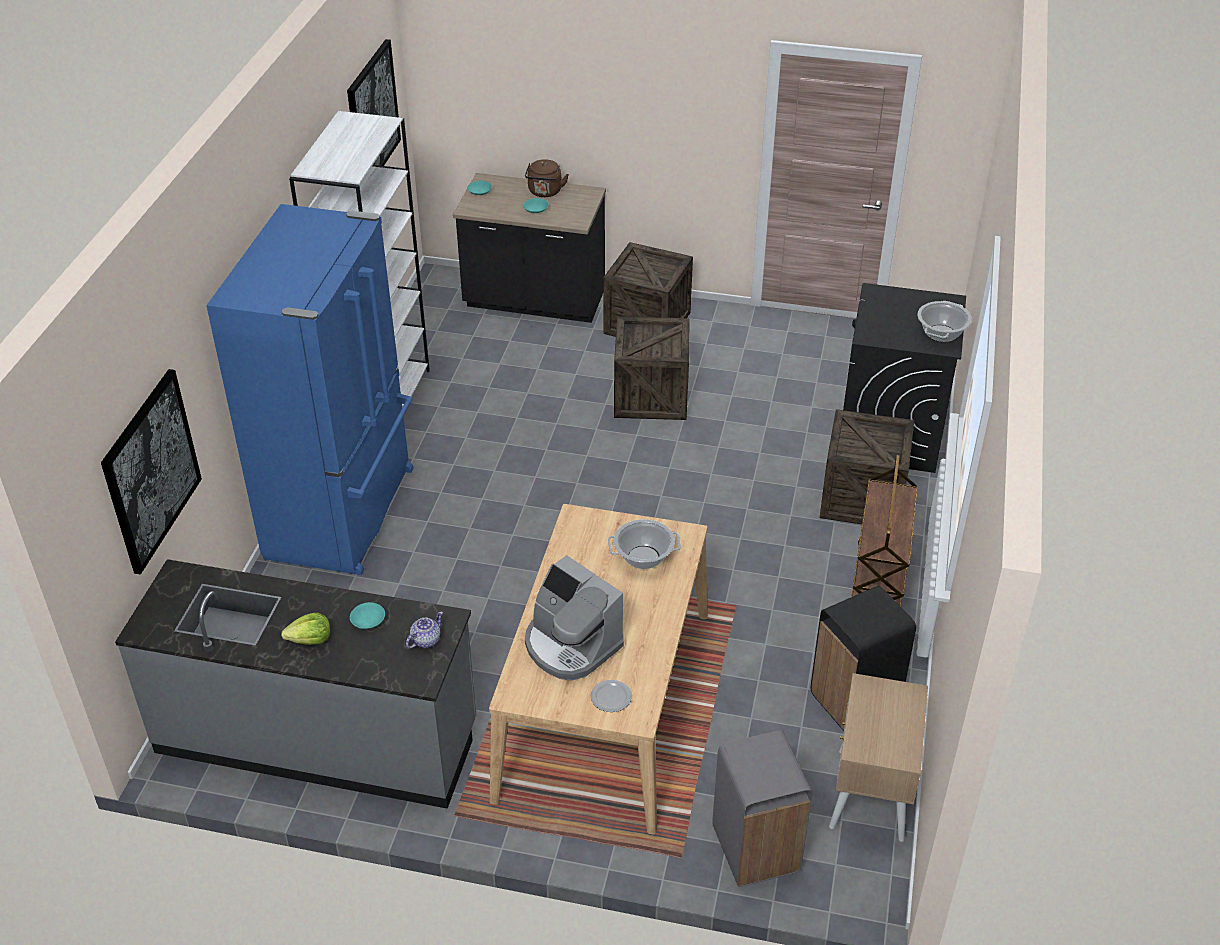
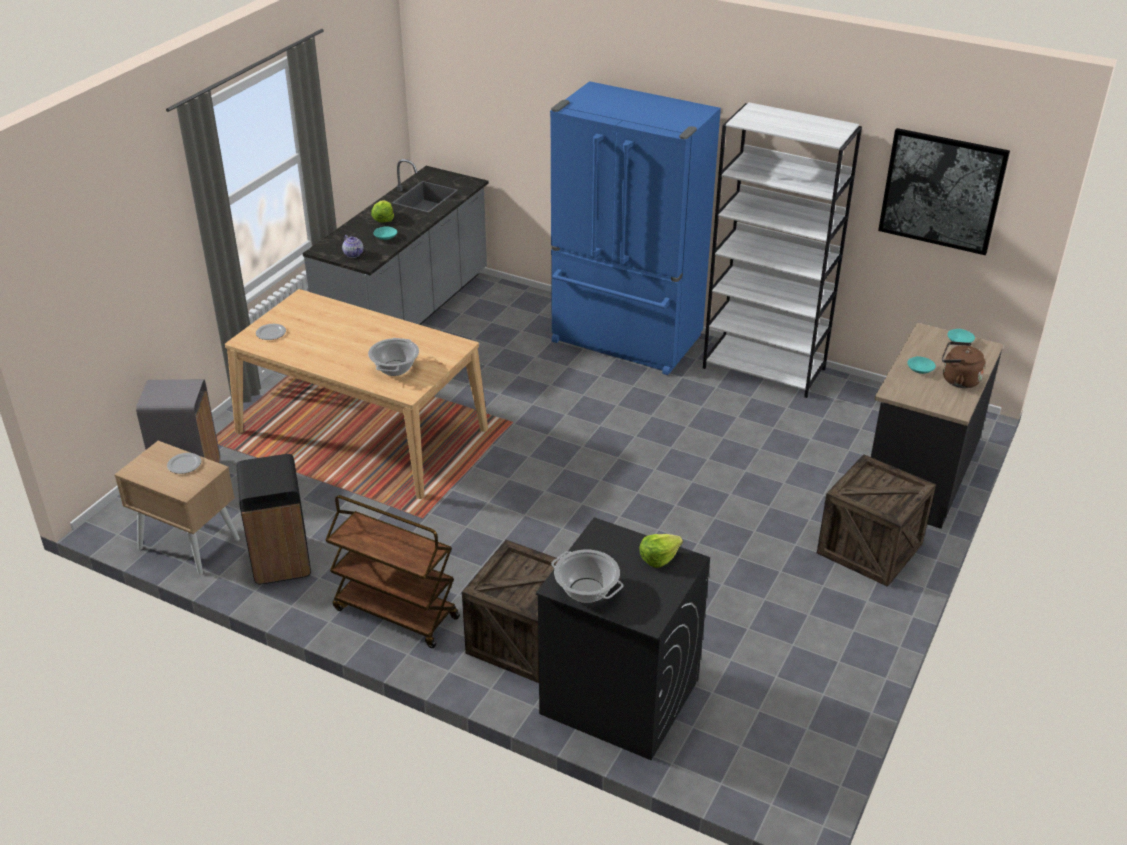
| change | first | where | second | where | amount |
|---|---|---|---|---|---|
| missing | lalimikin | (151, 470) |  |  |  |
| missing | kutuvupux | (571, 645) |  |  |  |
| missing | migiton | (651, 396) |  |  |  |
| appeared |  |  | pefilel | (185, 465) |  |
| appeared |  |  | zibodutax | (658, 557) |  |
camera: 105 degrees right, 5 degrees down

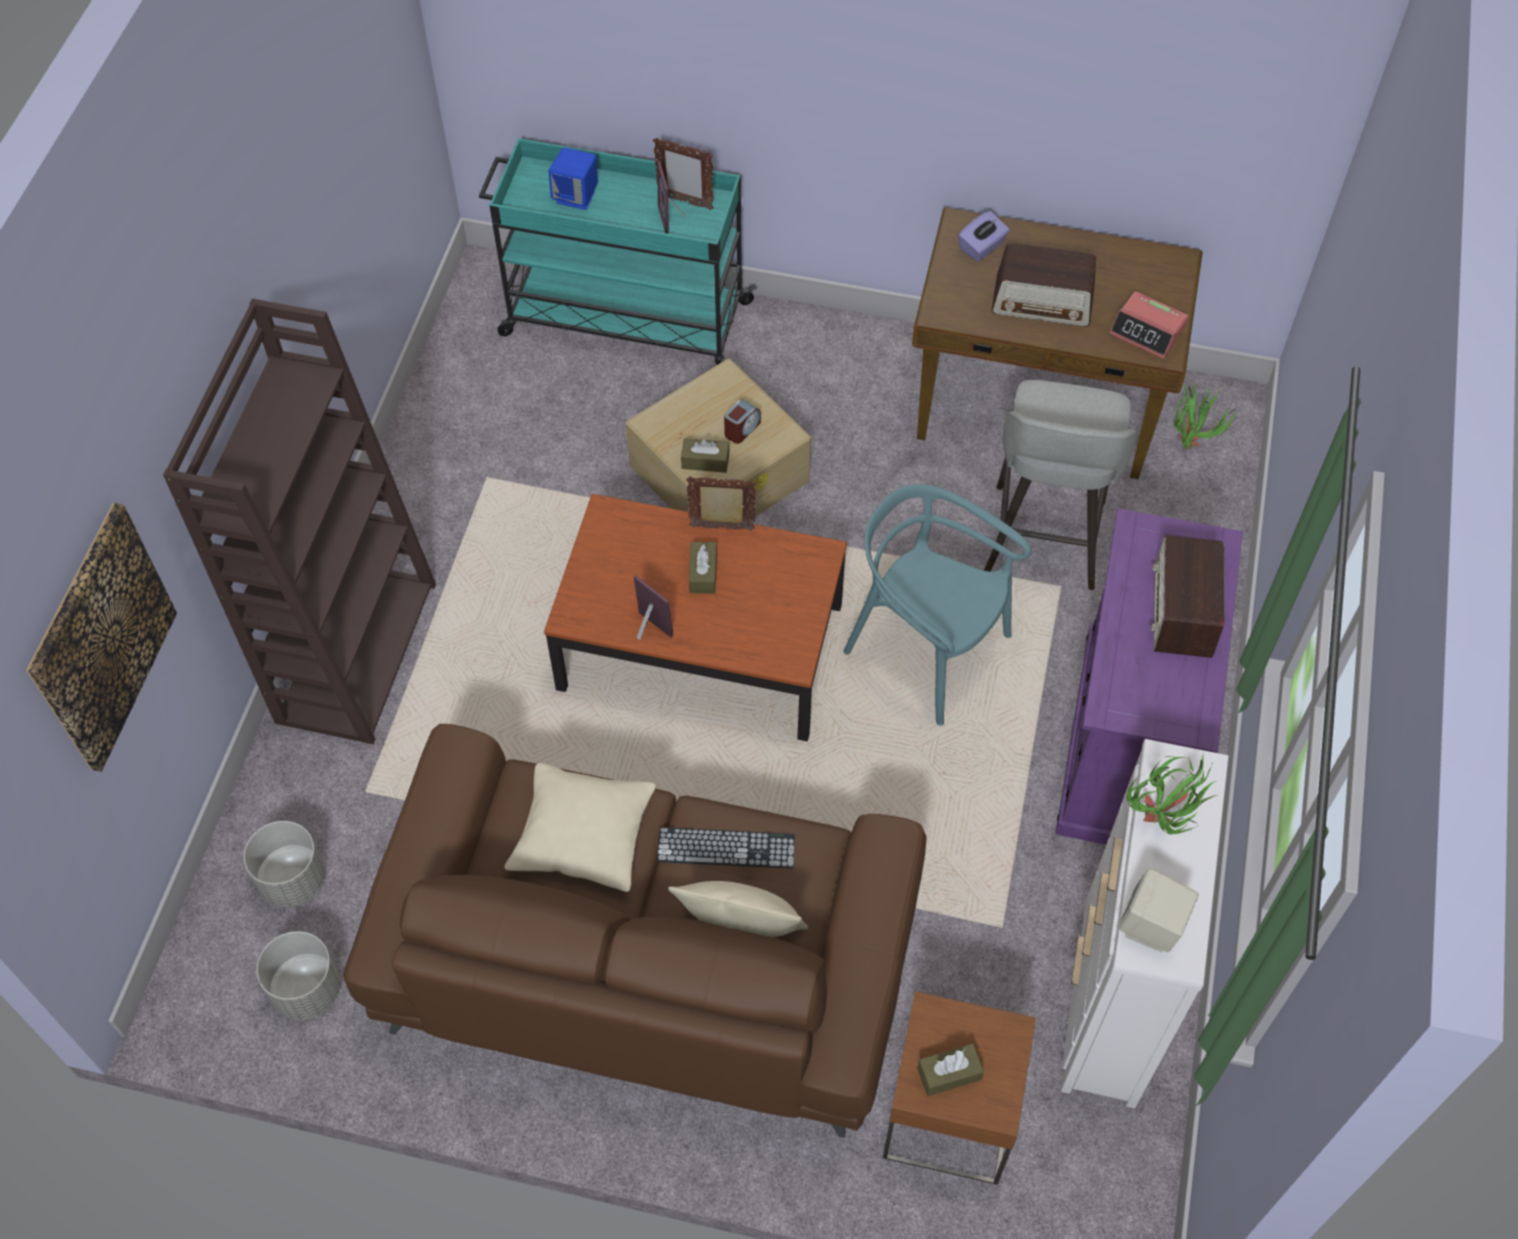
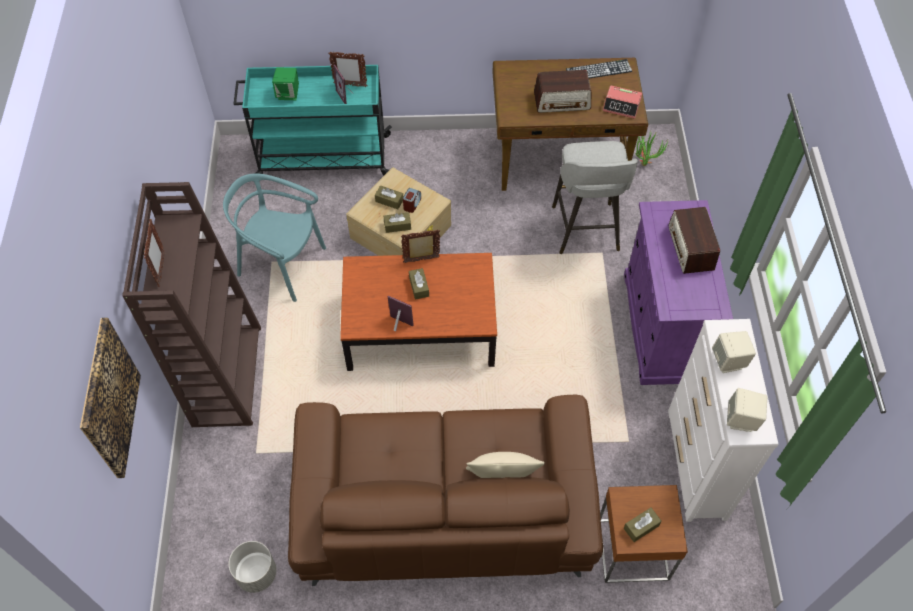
| change | first | where | second | where | amount |
|---|---|---|---|---|---|
| missing | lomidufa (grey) | (292, 879) |  |  |  |
| missing | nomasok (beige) | (583, 836) |  |  |  |
| colour | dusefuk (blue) | (576, 196) | dusefuk (green) | (288, 94) |  |
| relocated | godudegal | (726, 848) |  | (598, 70) |  |
| relocated | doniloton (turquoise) | (926, 650) |  | (282, 264) |  |
| missing | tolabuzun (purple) | (982, 247) |  |  |  |
| exchanged | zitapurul | (1164, 820) | dusefuk (beige) | (729, 361) |  |
| appeared |  |  | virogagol | (161, 270) |  |
| appeared |  |  | tolabuzun (brown) | (389, 200) |  |
camera: 15 degrees left, 0 degrees up

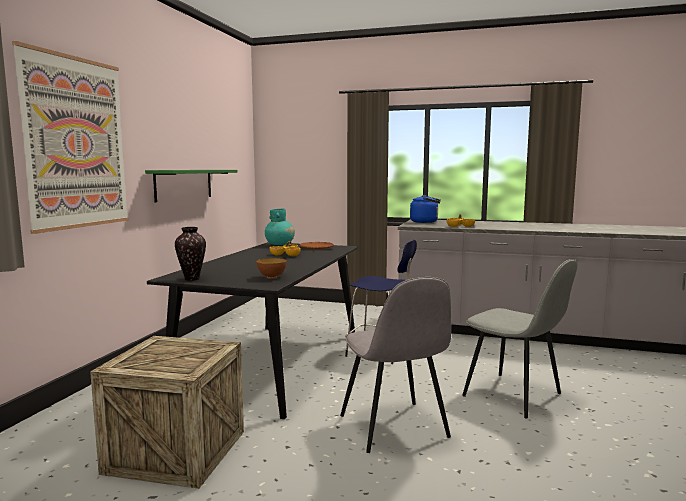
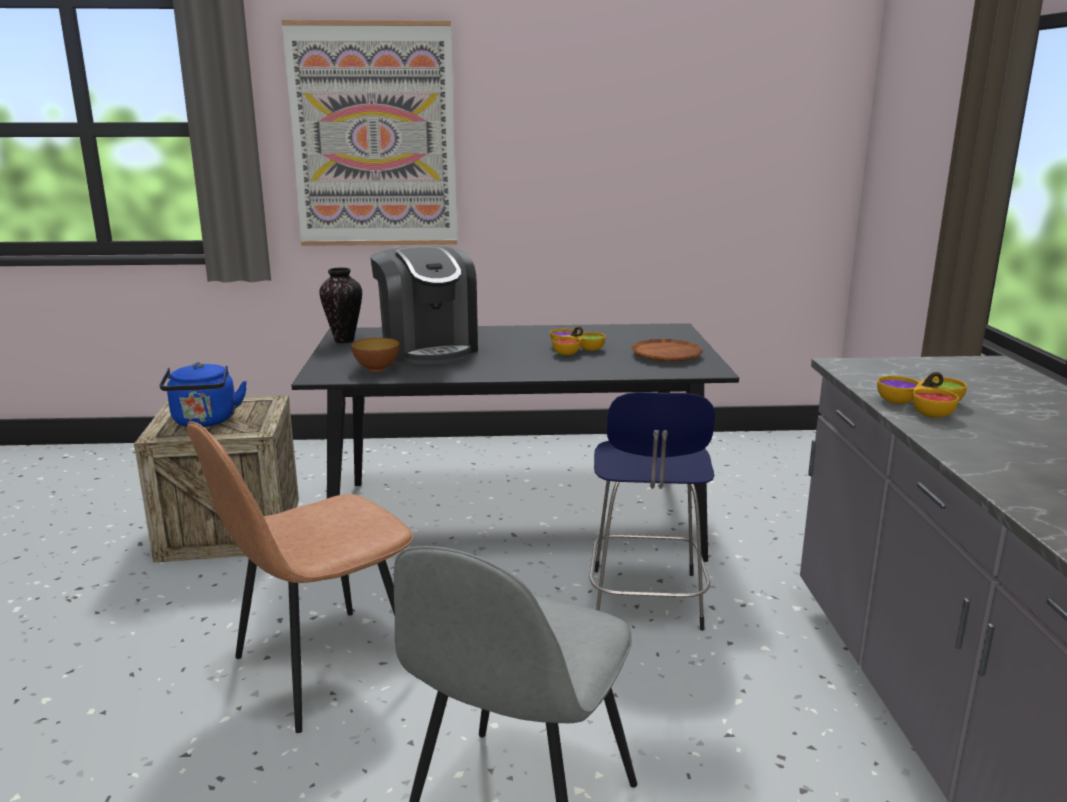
| change | first | where | second | where | amount |
|---|---|---|---|---|---|
| missing | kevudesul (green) | (184, 184) |  |  |  |
| missing | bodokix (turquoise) | (280, 244) |  |  |  |
| colour | doniloton (grey) | (394, 428) | doniloton (brown) | (321, 669) |  |
| relocated | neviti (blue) | (426, 222) |  | (205, 422) |  |
| appeared |  |  | kutuvupux | (427, 349) |  |
camera: 70 degrees right, 10 degrees up

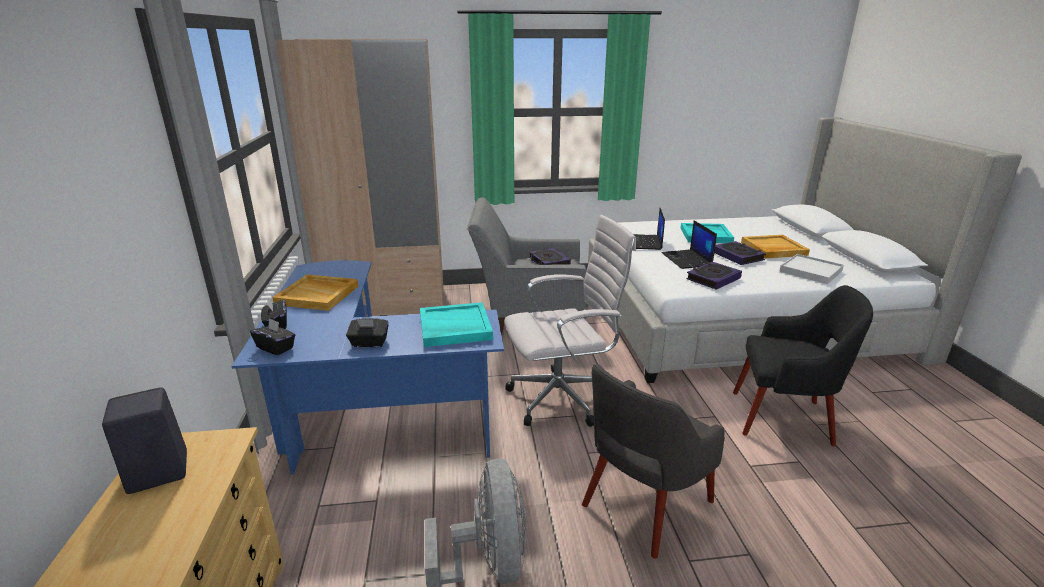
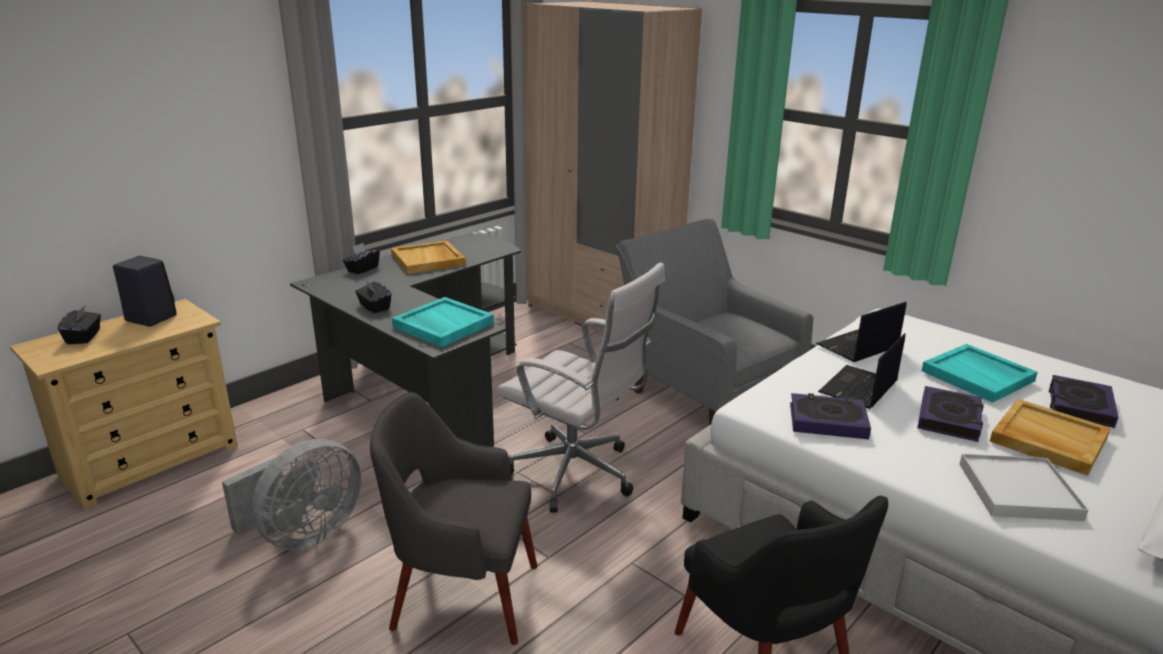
| change | first | where | second | where | amount |
|---|---|---|---|---|---|
| colour | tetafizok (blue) | (364, 414) | tetafizok (black) | (425, 391) |  |
| relocated | tolabuzun (black) | (276, 348) |  | (84, 337) |  |
| relocated | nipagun | (549, 262) |  | (1079, 406) |  |
camera: 50 degrees right, 0 degrees up

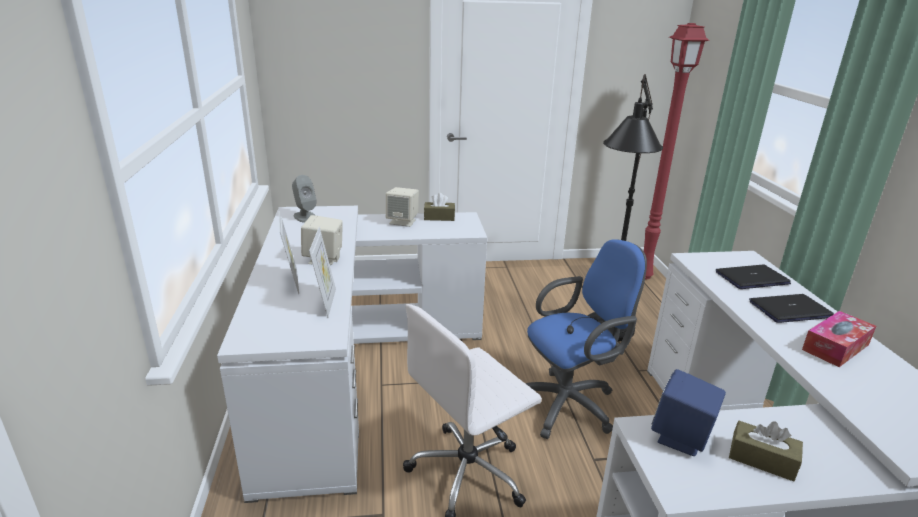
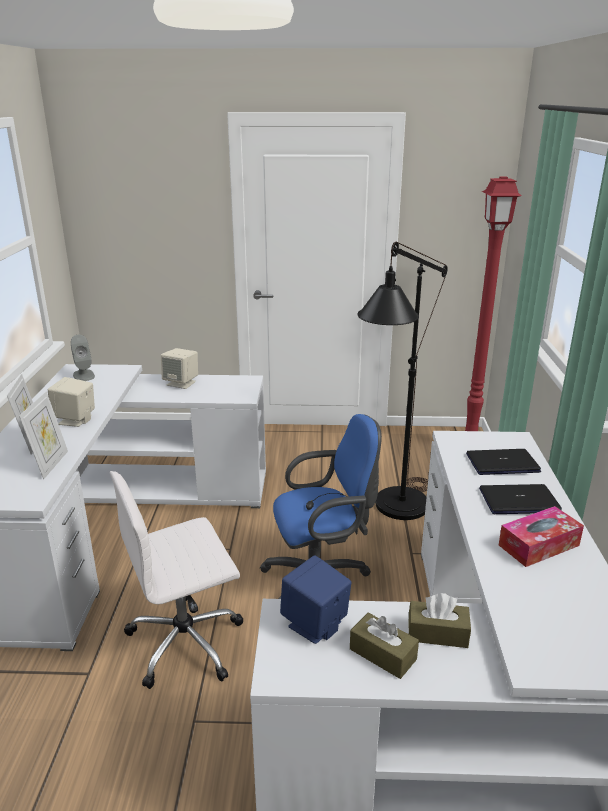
| change | first | where | second | where | amount |
|---|---|---|---|---|---|
| relocated | tolabuzun (brown) | (439, 217) |  | (437, 633) |  |
camera: 10 degrees right, 0 degrees up

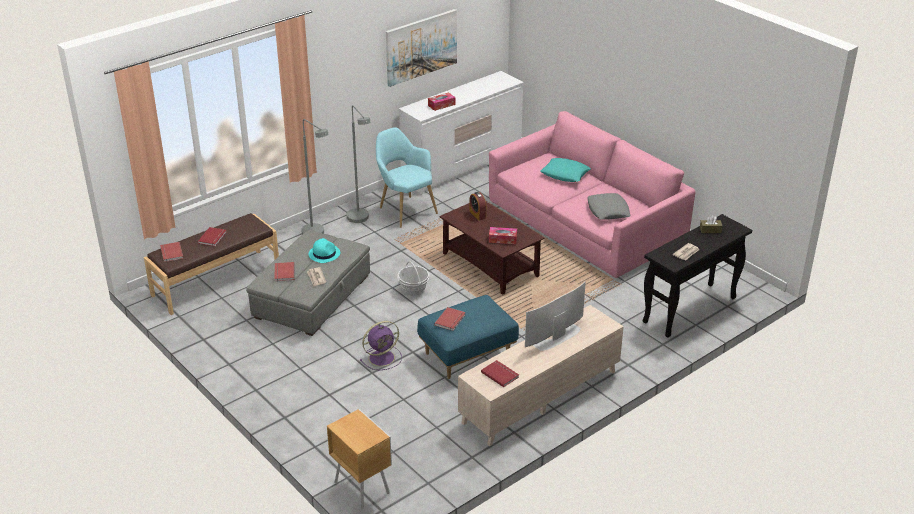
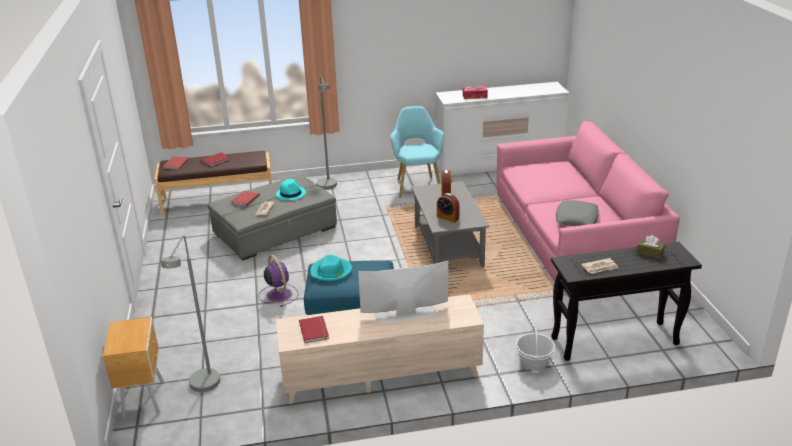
| change | first | where | second | where | amount |
|---|---|---|---|---|---|
| relocated | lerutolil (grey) | (361, 220) |  | (203, 388) |  |
| spun | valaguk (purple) | (382, 357) |  | (278, 294) | 120 degrees counterclockwise |
| missing | lalimikin | (421, 47) |  |  |  |
| relocated | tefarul | (413, 289) |  | (534, 362) |  |
| exchanged | nipagun (red) | (451, 320) | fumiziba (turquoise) | (331, 271) |  |
| colour | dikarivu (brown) | (491, 265) | dikarivu (grey) | (448, 246) |  |
| exchanged | tolabuzun | (502, 239) | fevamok | (448, 217) |  |
| missing | nomasok (turquoise) | (565, 174) |  |  |  |
camera: 30 degrees right, 5 degrees down

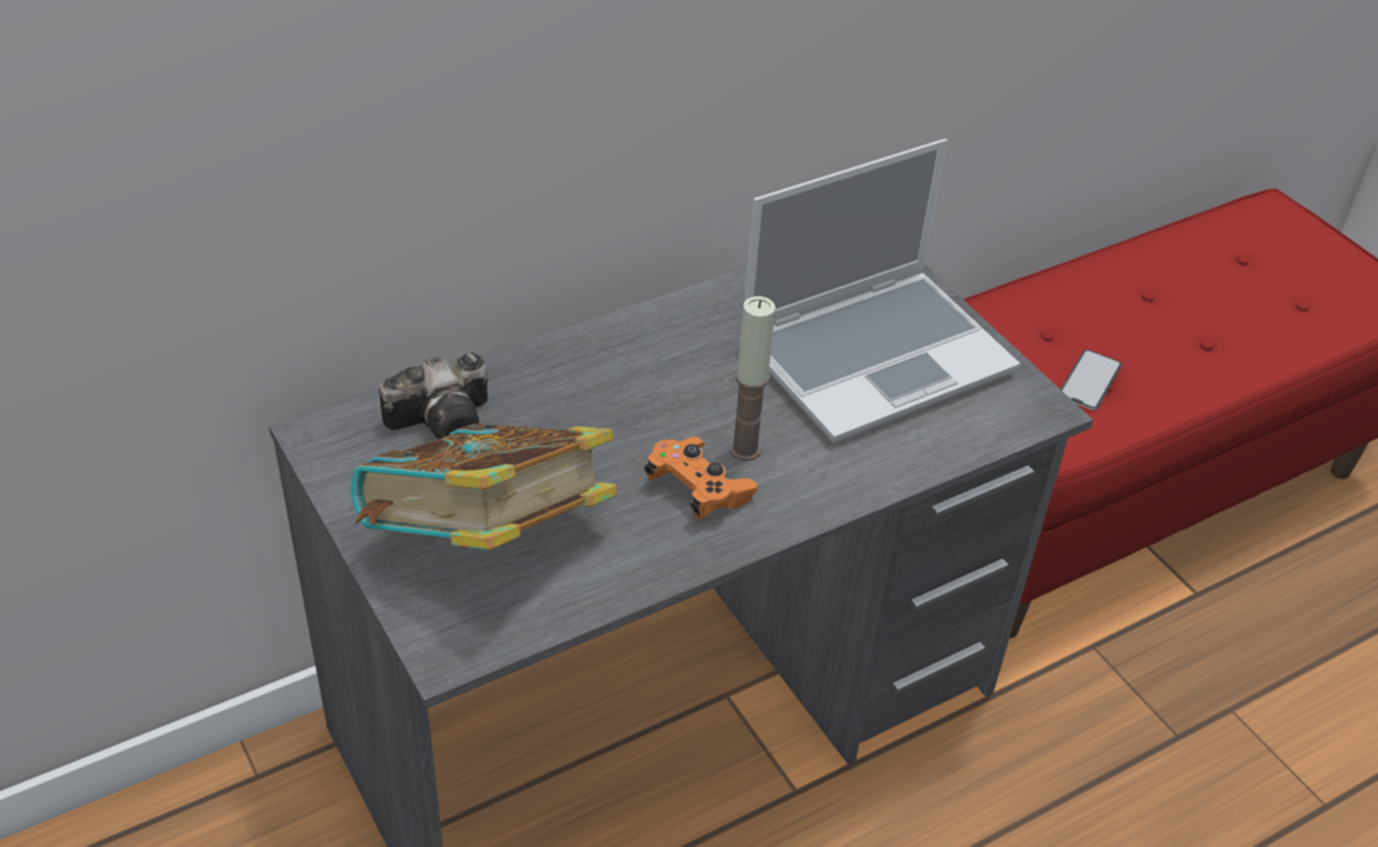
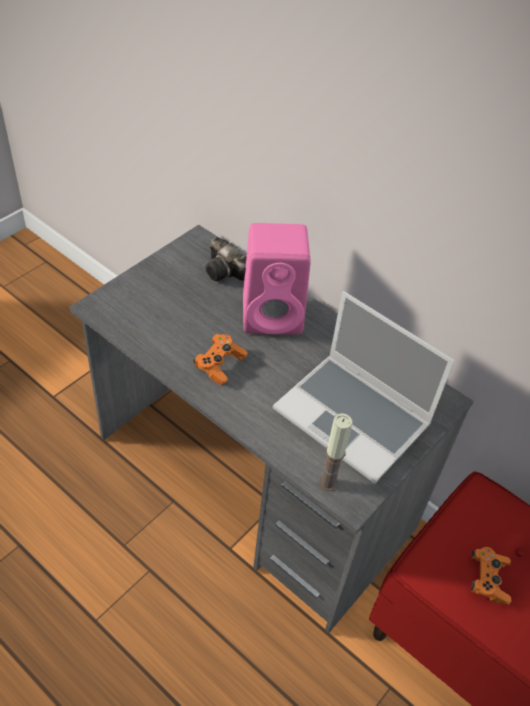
| change | first | where | second | where | amount |
|---|---|---|---|---|---|
| missing | nipagun | (487, 544) |  |  |  |
| relocated | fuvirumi | (745, 449) |  | (328, 483) |  |
| exchanged | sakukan | (1089, 380) | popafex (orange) | (488, 580) |  |
| appeared |  |  | dusefuk (pink) | (274, 315) |  |
camera: 70 degrees right, 5 degrees up

